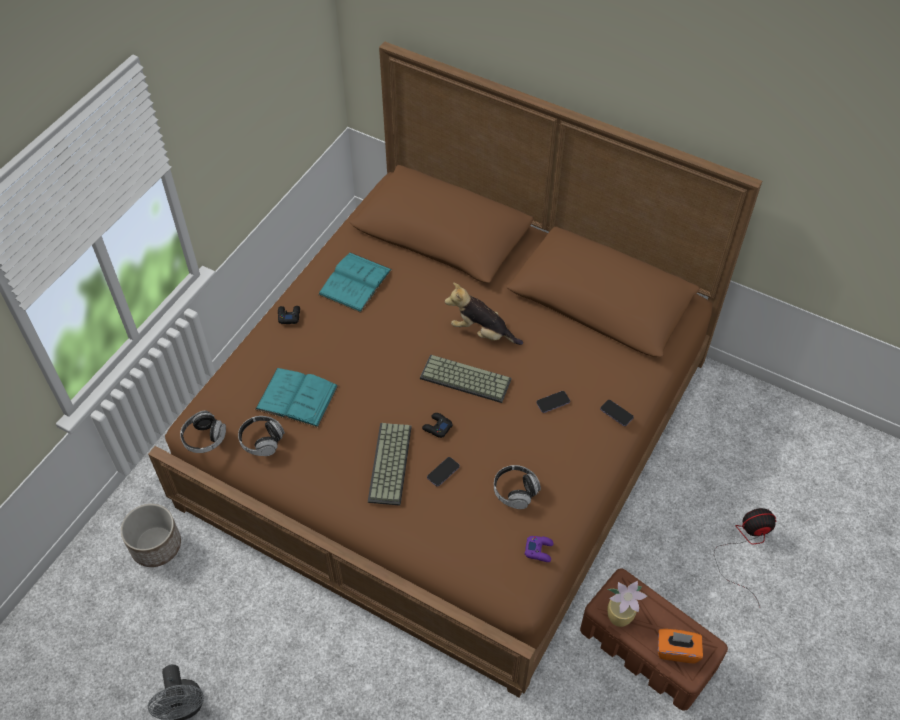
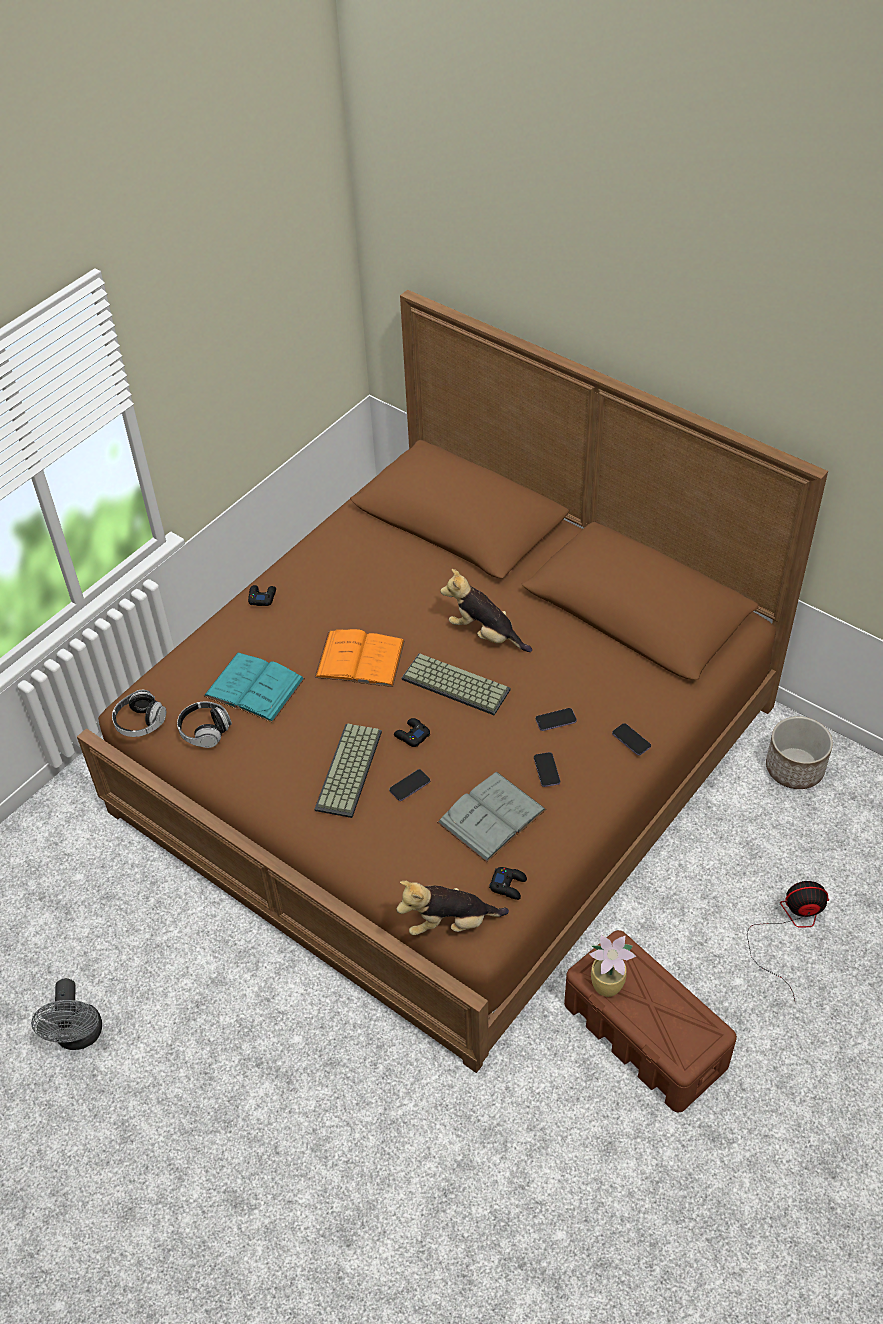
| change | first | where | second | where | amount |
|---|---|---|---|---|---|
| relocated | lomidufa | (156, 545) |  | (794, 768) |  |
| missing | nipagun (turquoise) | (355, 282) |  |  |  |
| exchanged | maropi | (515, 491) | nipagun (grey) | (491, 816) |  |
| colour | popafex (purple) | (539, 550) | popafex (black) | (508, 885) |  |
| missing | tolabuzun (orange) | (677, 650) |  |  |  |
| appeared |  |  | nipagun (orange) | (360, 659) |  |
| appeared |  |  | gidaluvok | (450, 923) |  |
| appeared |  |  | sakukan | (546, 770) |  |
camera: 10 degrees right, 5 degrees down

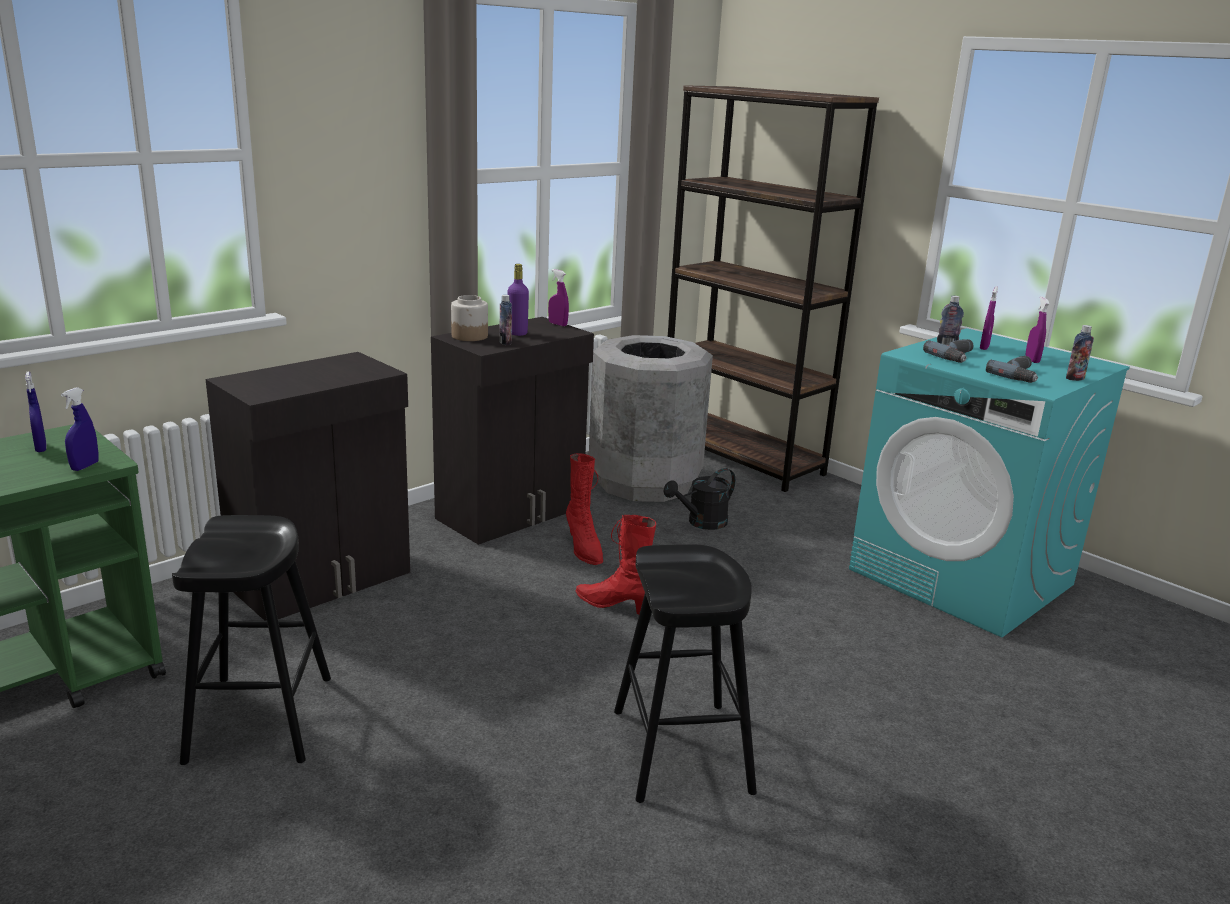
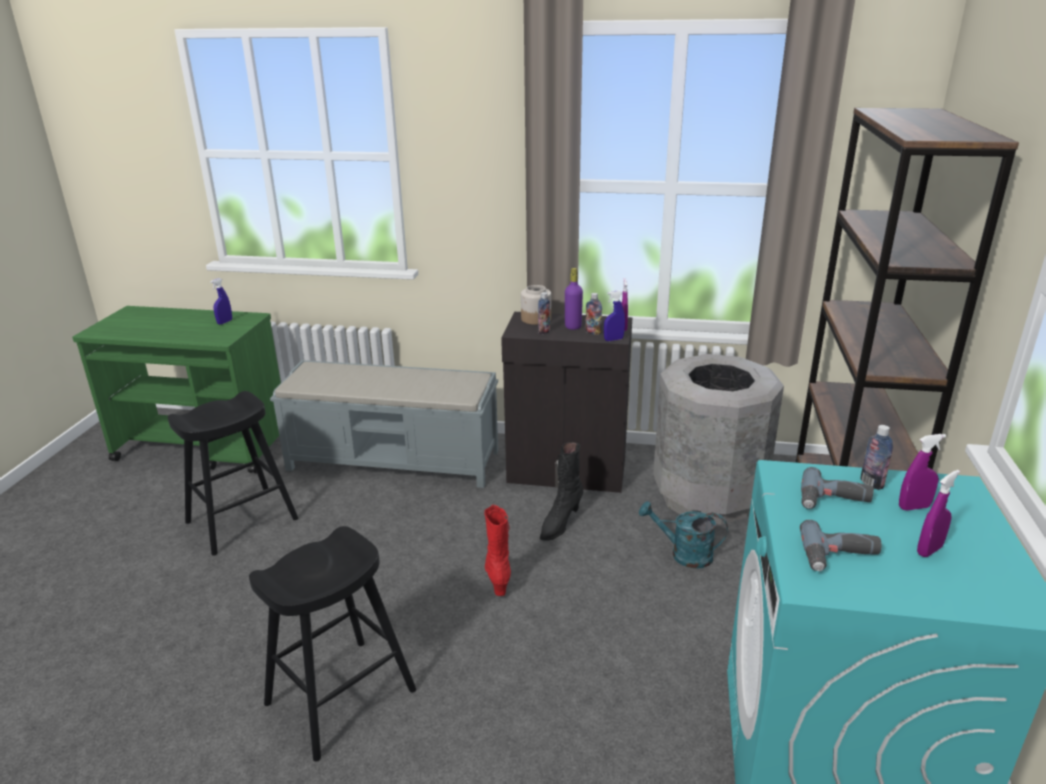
| change | first | where | second | where | amount |
|---|---|---|---|---|---|
| relocated | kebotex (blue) | (85, 466) |  | (613, 339) |  |
| exchanged | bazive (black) | (324, 581) | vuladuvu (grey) | (395, 460) |  |
| colour | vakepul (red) | (583, 549) | vakepul (black) | (560, 523) |  |
| colour | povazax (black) | (701, 523) | povazax (turquoise) | (683, 554) |  |
| relocated | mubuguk | (1075, 378) |  | (593, 332) |  |
camera: 55 degrees right, 5 degrees up

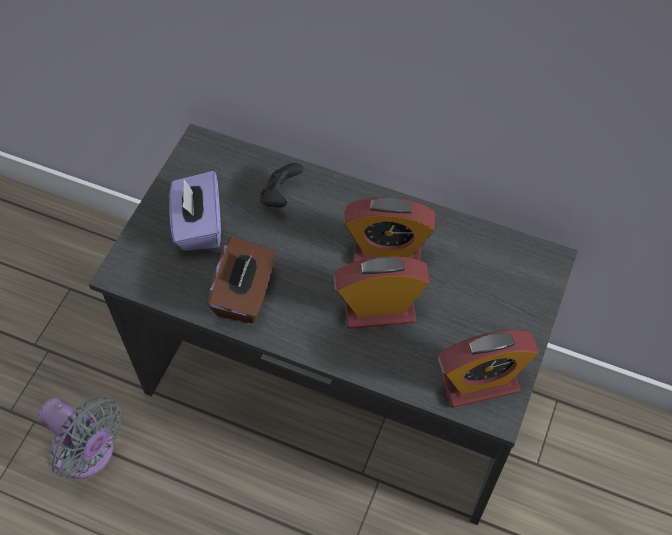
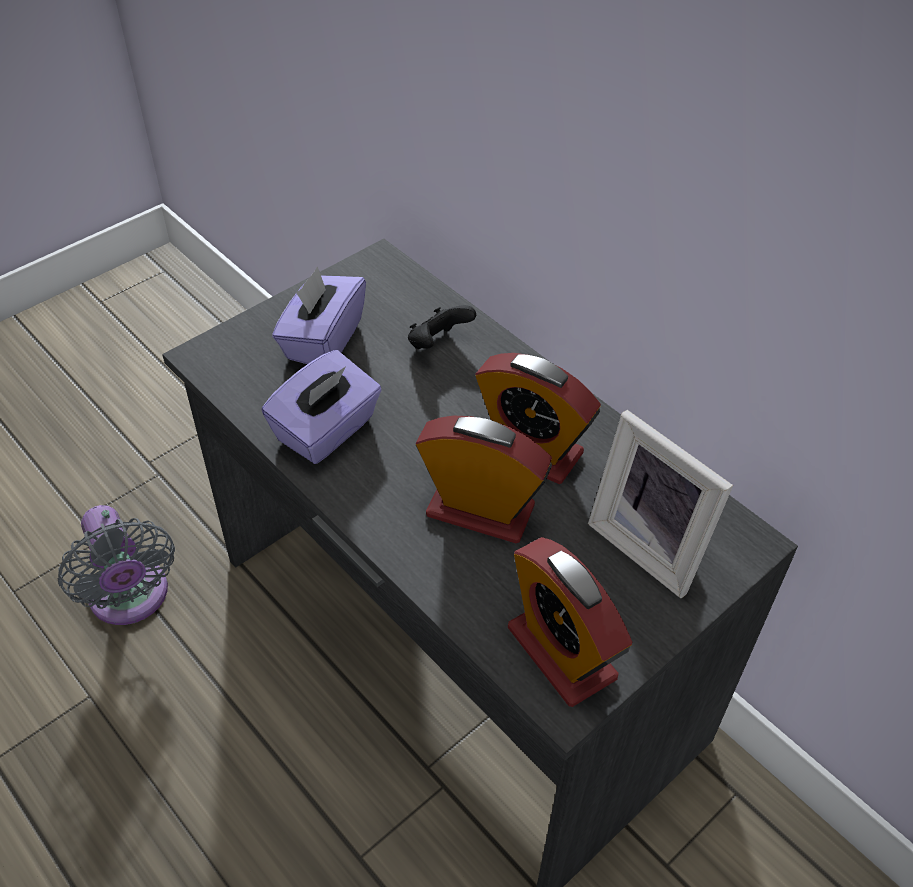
| change | first | where | second | where | amount |
|---|---|---|---|---|---|
| colour | tolabuzun (brown) | (245, 294) | tolabuzun (purple) | (327, 430) |  |
| spun | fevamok | (479, 383) |  | (561, 653) | 45 degrees clockwise |
| appeared |  |  | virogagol | (650, 545) |  |
camera: 25 degrees right, 10 degrees down

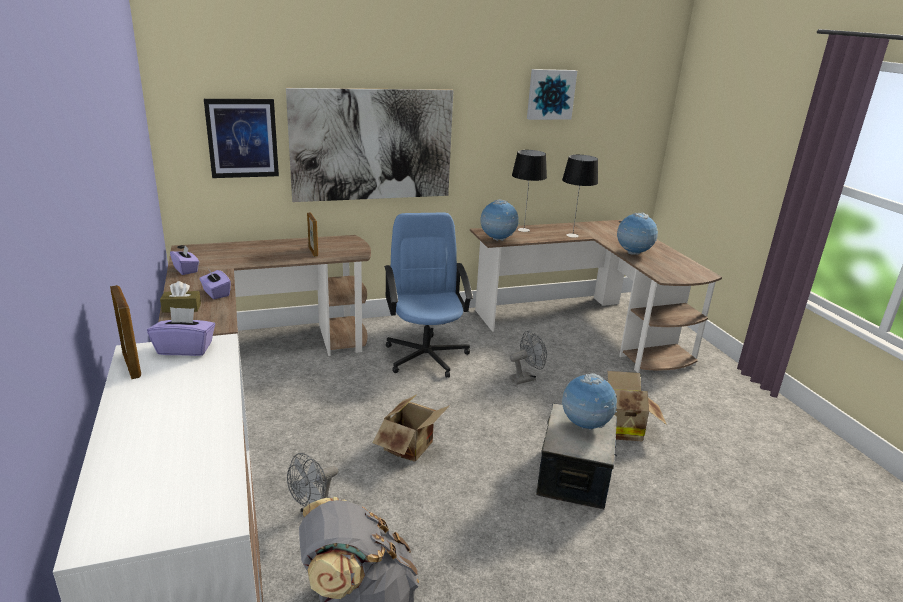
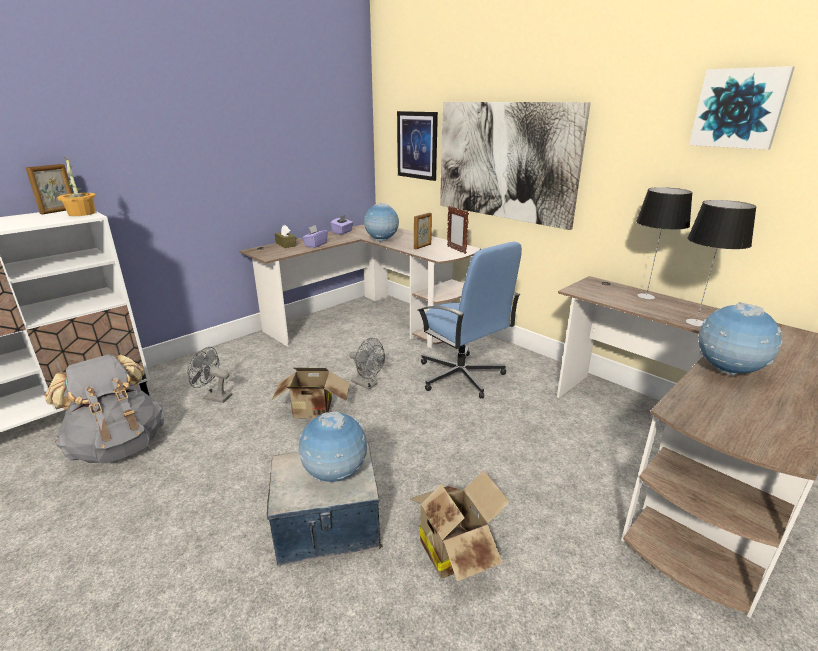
| change | first | where | second | where | amount |
|---|---|---|---|---|---|
| exchanged | tolabuzun (purple) | (185, 349) | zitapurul | (81, 213) |  |
| spun | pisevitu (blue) | (426, 355) |  | (461, 376) | 90 degrees clockwise |
| relocated | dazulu | (497, 240) |  | (381, 241) |  |
| relocated | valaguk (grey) | (525, 378) |  | (368, 384) |  |
| appeared |  |  | virogagol | (456, 250) |  |
camera: 65 degrees right, 0 degrees up

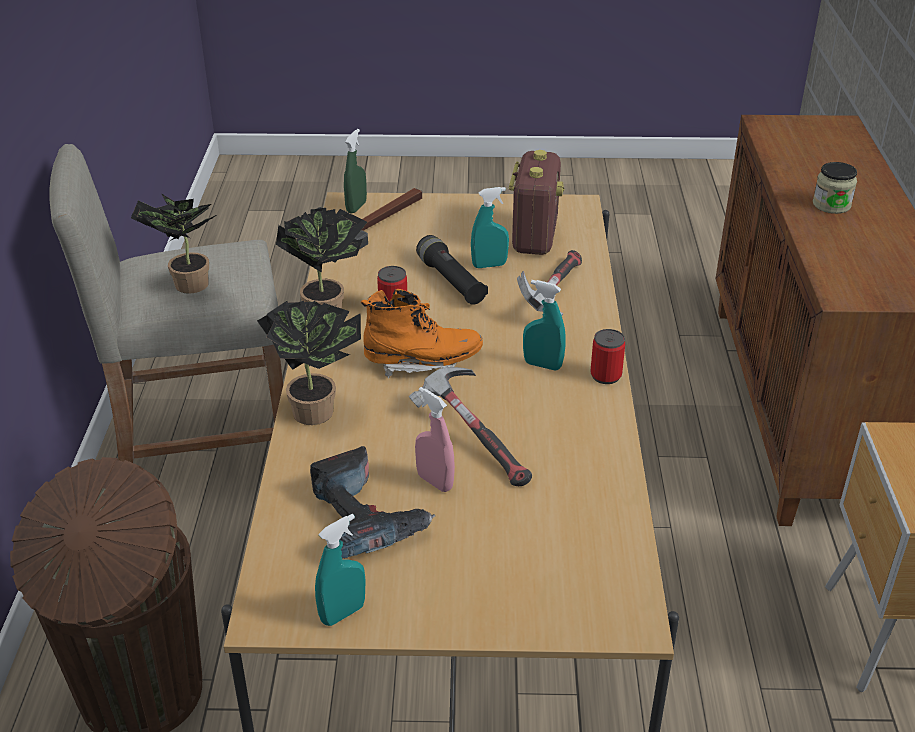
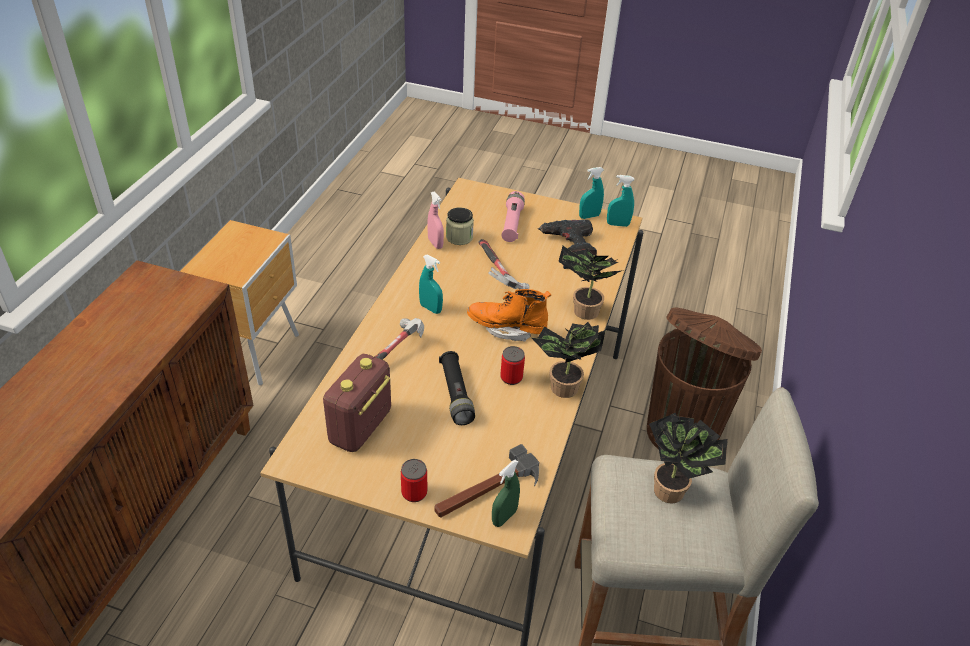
| change | first | where | second | where | amount |
|---|---|---|---|---|---|
| relocated | kebotex (pink) | (435, 482) |  | (435, 243) |  |
| relocated | kebotex (turquoise) | (489, 265) |  | (617, 224) |  |
| relocated | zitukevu | (605, 375) |  | (414, 493) |  |
| relocated | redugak | (831, 205) |  | (459, 237) |  |
| appeared |  |  | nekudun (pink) | (512, 224) |  |
camera: 165 degrees left, 5 degrees up

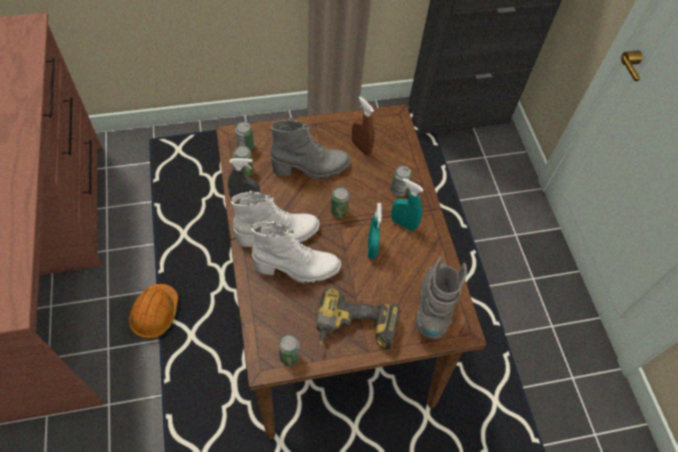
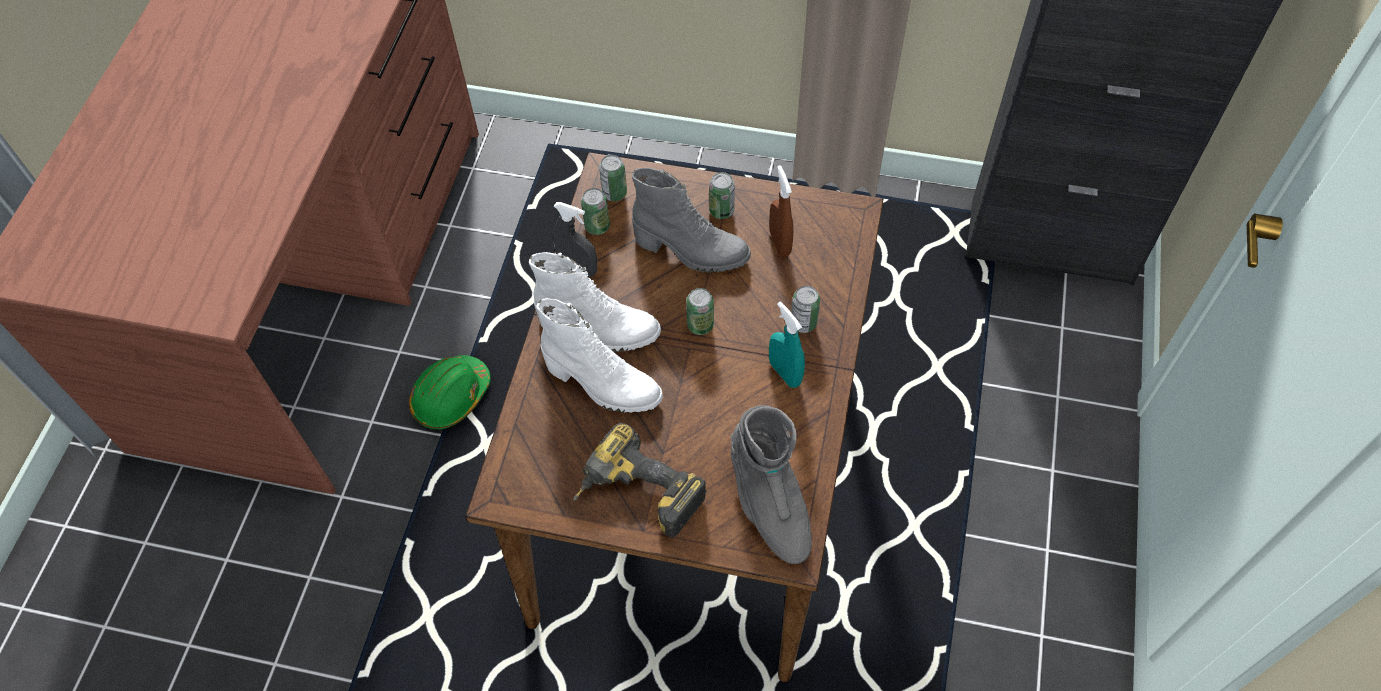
| change | first | where | second | where | amount |
|---|---|---|---|---|---|
| colour | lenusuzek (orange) | (155, 314) | lenusuzek (green) | (451, 397) |  |
| relocated | zitukevu | (289, 356) |  | (721, 210) |  |
| missing | kebotex (turquoise) | (372, 248) |  |  |  |
| spun | vakepul (grey) | (434, 306) |  | (769, 504) | 120 degrees clockwise |
camera: 30 degrees right, 0 degrees up

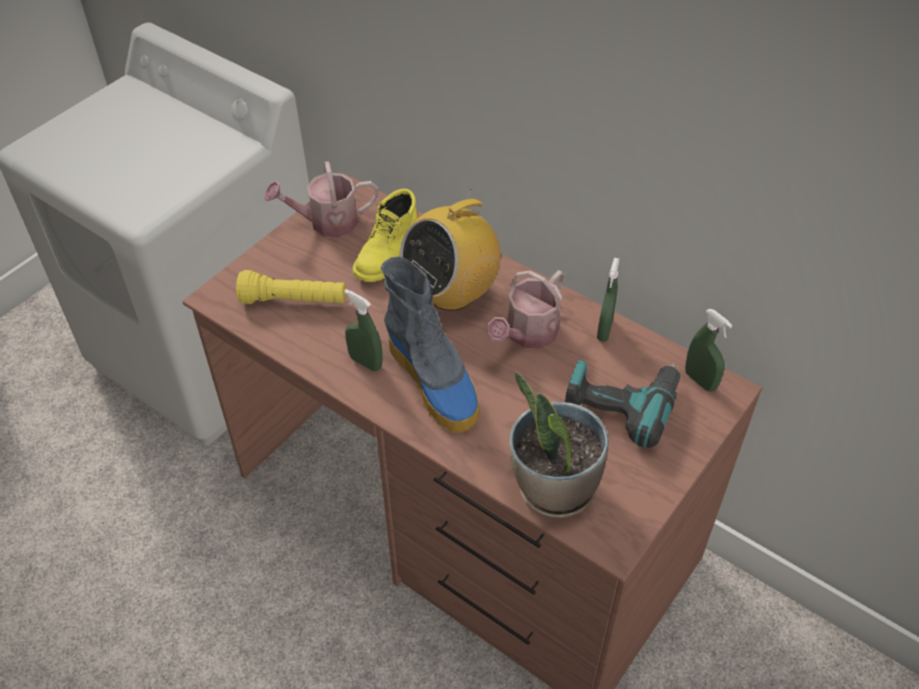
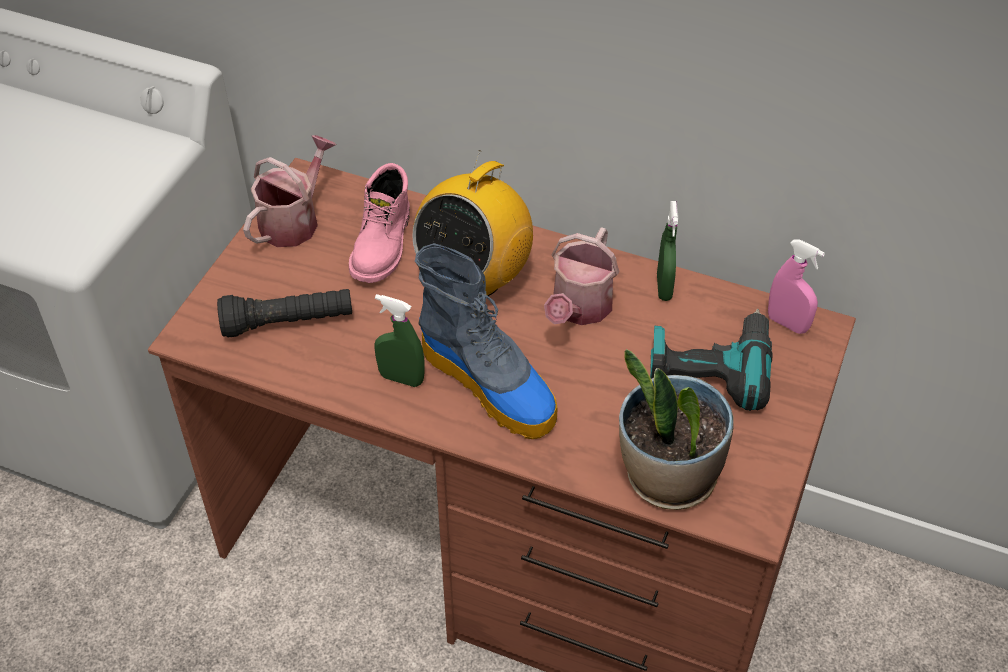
| change | first | where | second | where | amount |
|---|---|---|---|---|---|
| colour | nekudun (yellow) | (294, 301) | nekudun (black) | (288, 323) |  |
| spun | povazax | (326, 222) |  | (294, 220) | 150 degrees clockwise |
| colour | vakepul (yellow) | (388, 254) | vakepul (pink) | (383, 246) |  |
| colour | kebotex (green) | (700, 380) | kebotex (pink) | (787, 323) |  |
camera: 15 degrees left, 0 degrees up

